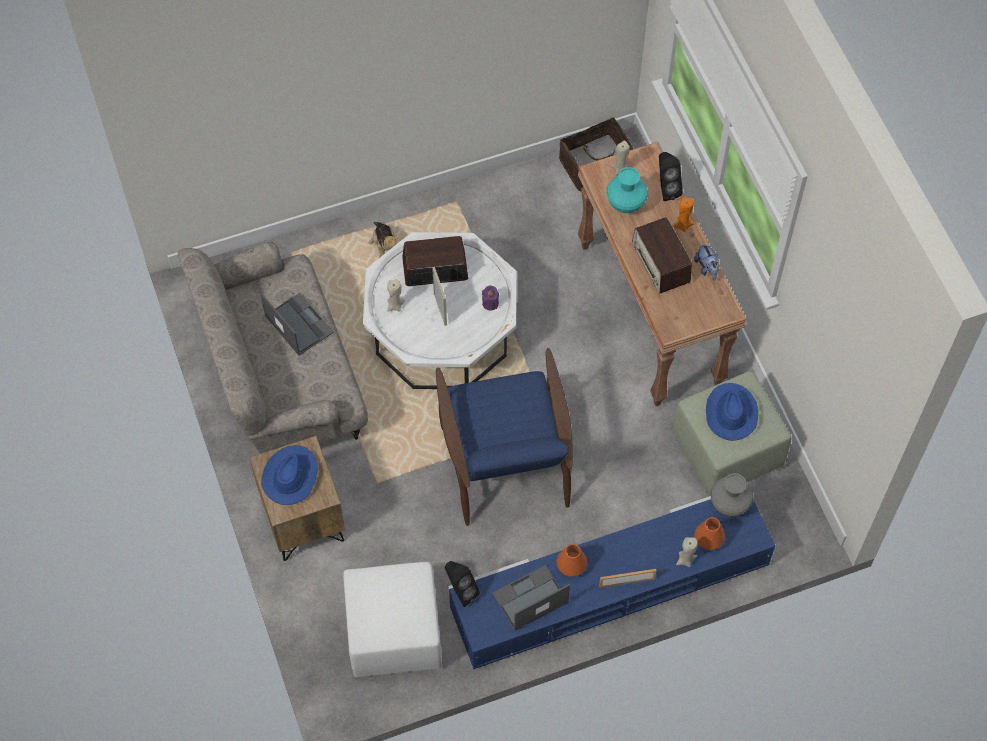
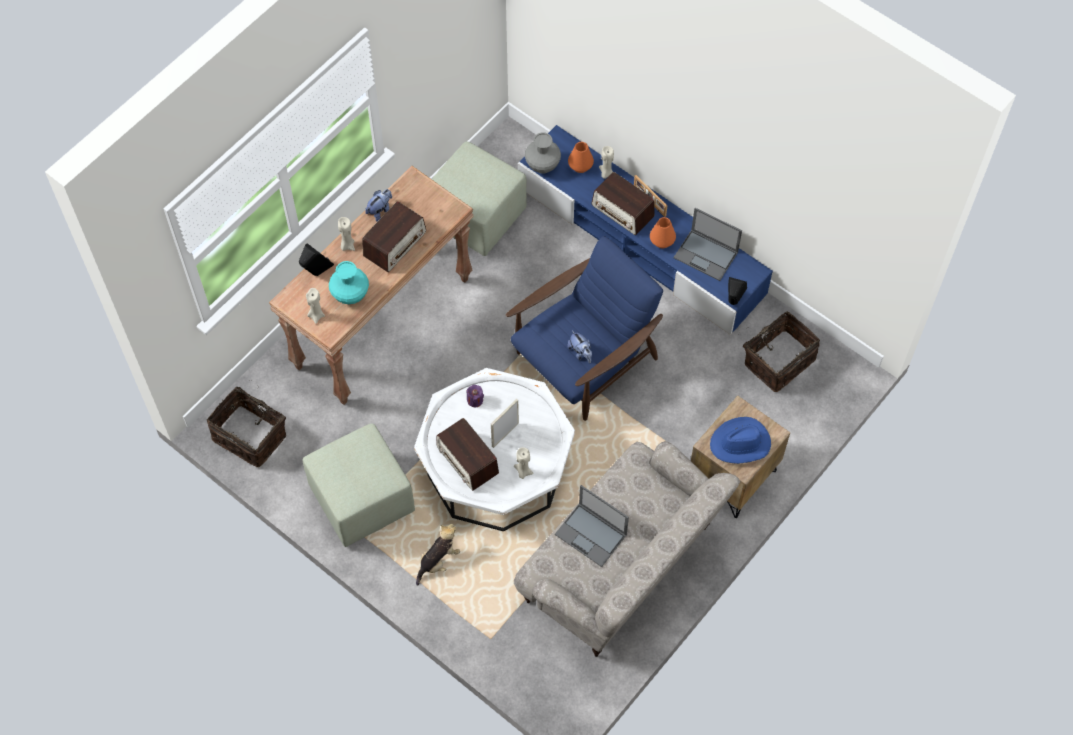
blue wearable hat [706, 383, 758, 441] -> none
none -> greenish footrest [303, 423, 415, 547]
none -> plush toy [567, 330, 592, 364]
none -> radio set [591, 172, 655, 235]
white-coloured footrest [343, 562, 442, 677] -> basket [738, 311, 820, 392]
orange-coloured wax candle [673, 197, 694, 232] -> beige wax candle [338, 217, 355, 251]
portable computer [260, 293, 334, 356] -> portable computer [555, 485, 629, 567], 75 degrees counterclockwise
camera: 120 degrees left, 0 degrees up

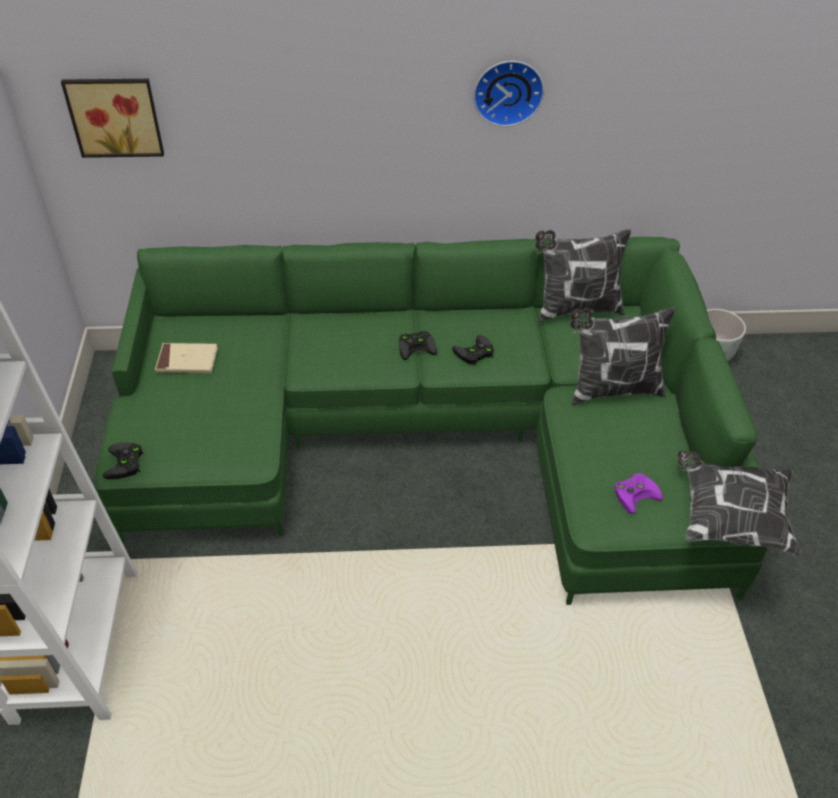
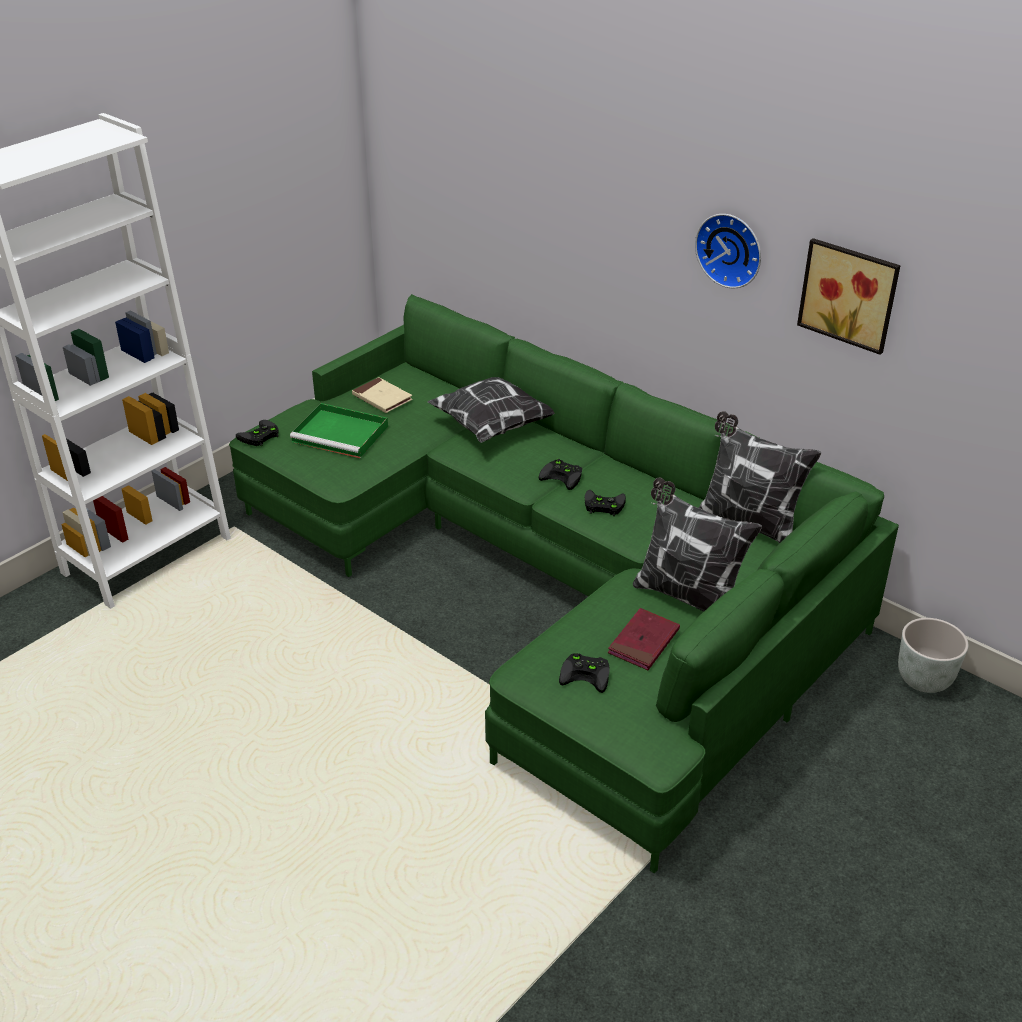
none -> greenish tray [290, 403, 388, 458]
none -> red book [608, 608, 680, 670]
wall picture [61, 79, 164, 158] -> wall picture [797, 238, 901, 355], shifted
throw pillow [677, 450, 803, 558] -> throw pillow [428, 377, 555, 443], shifted
purple joypad [615, 473, 663, 514] -> black joypad [559, 653, 610, 693]
camera: 45 degrees right, 10 degrees down

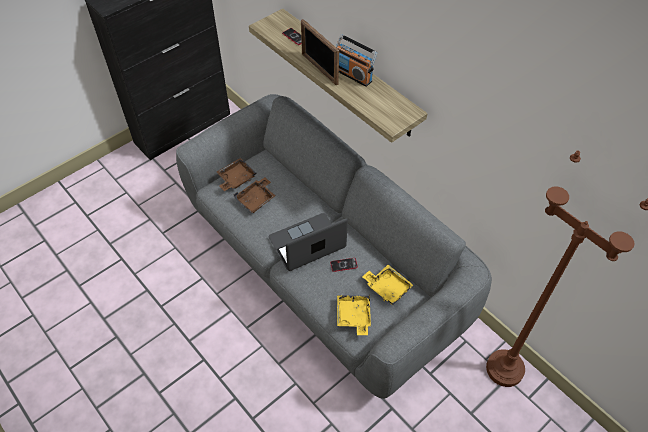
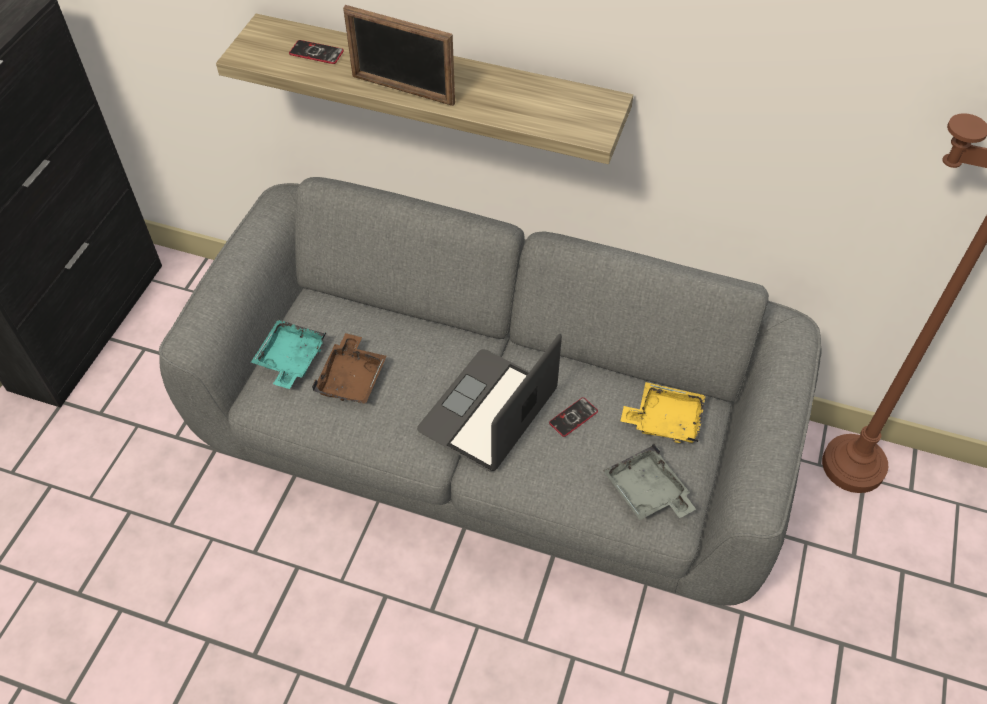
radio set [336, 35, 377, 87] -> none
brown-coloured tray [217, 158, 257, 191] -> turquoise tray [251, 320, 326, 389]
yellowish tray [337, 295, 371, 335] -> gray tray [603, 443, 696, 520]
camera: 30 degrees left, 0 degrees up

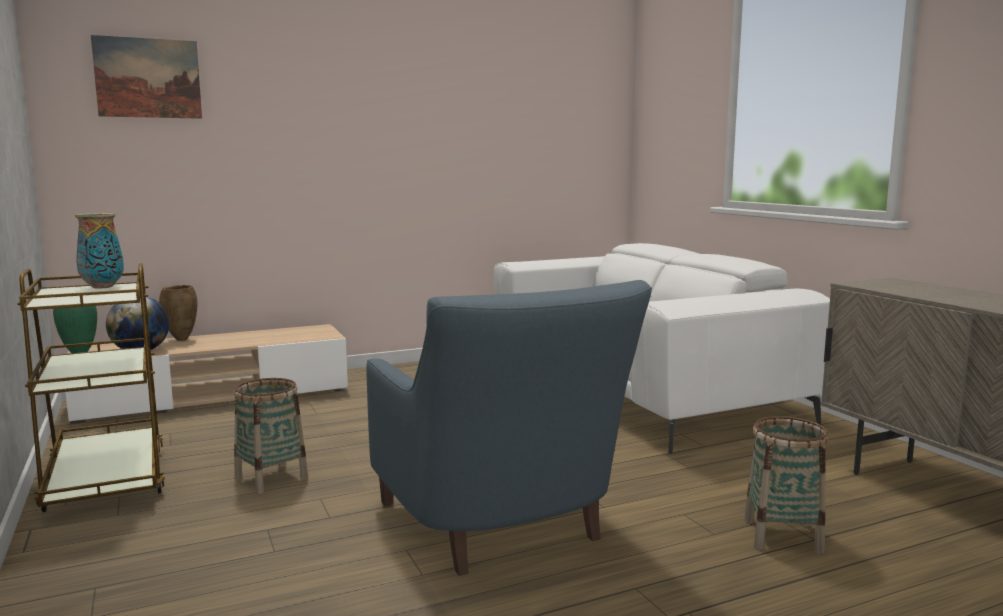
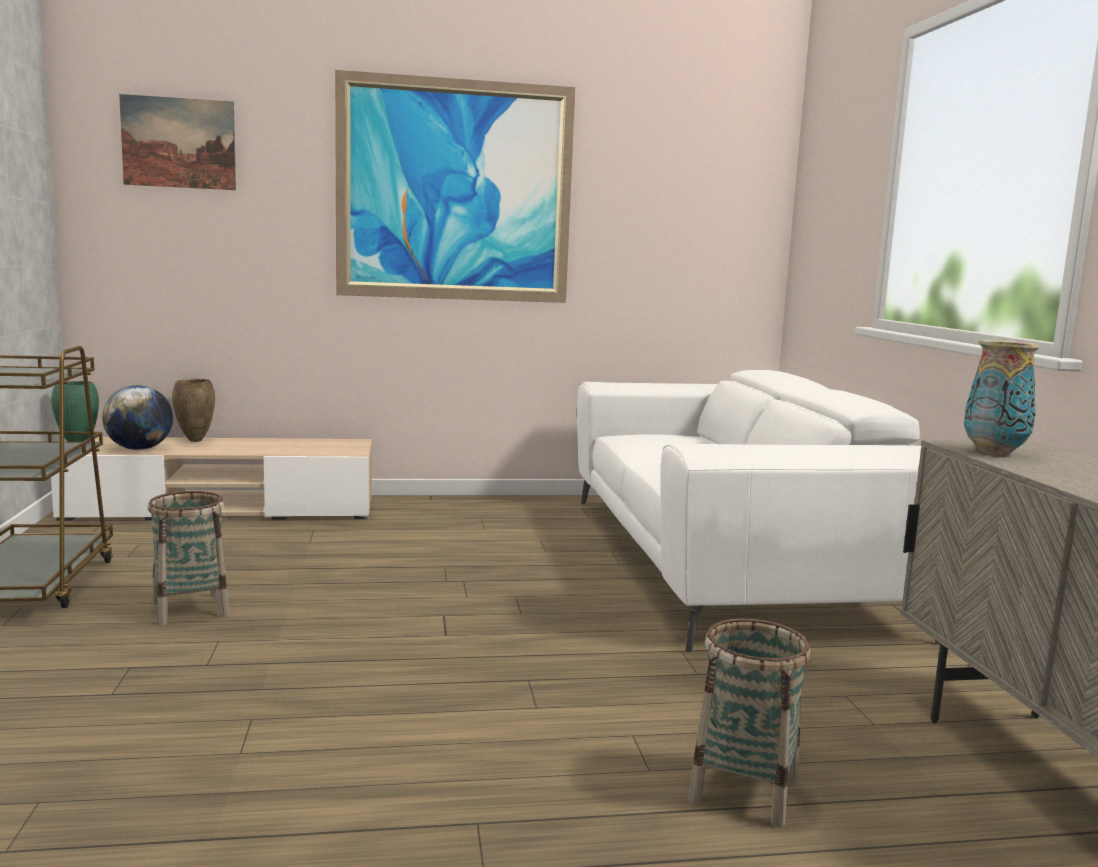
blue easy chair [366, 280, 652, 576] -> none
none -> wall picture [335, 70, 575, 303]
decorative vase [75, 213, 124, 289] -> decorative vase [964, 340, 1040, 455], shifted
camera: 15 degrees right, 0 degrees up

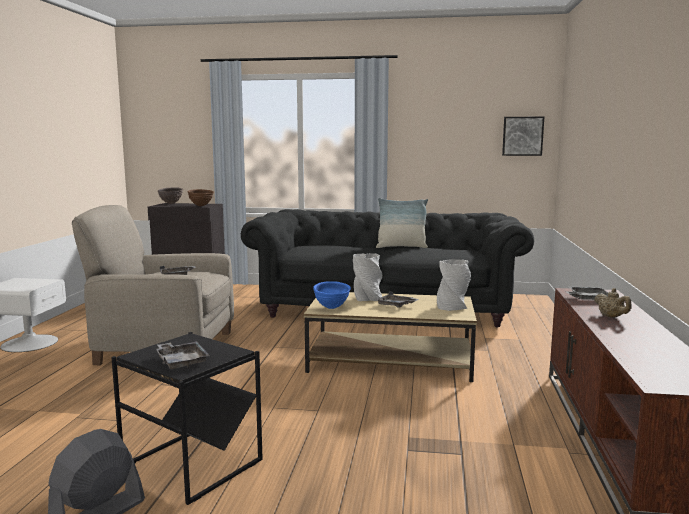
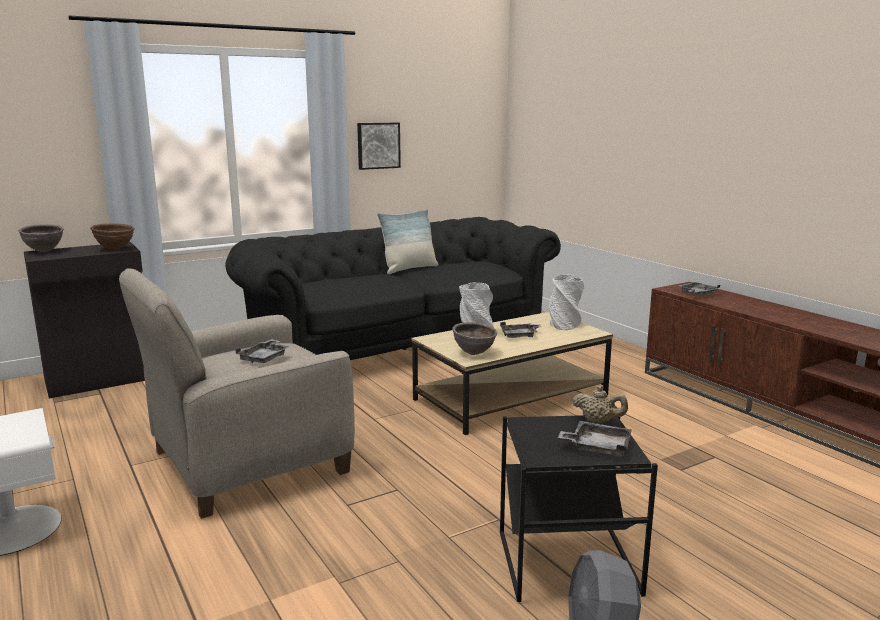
wall picture [502, 117, 544, 156] -> wall picture [357, 123, 401, 170], shifted
beige tea pot [594, 288, 631, 318] -> beige tea pot [573, 385, 628, 424], shifted
blue serving bowl [313, 281, 351, 309] -> brown-coloured serving bowl [452, 322, 497, 355]
camera: 40 degrees left, 5 degrees up

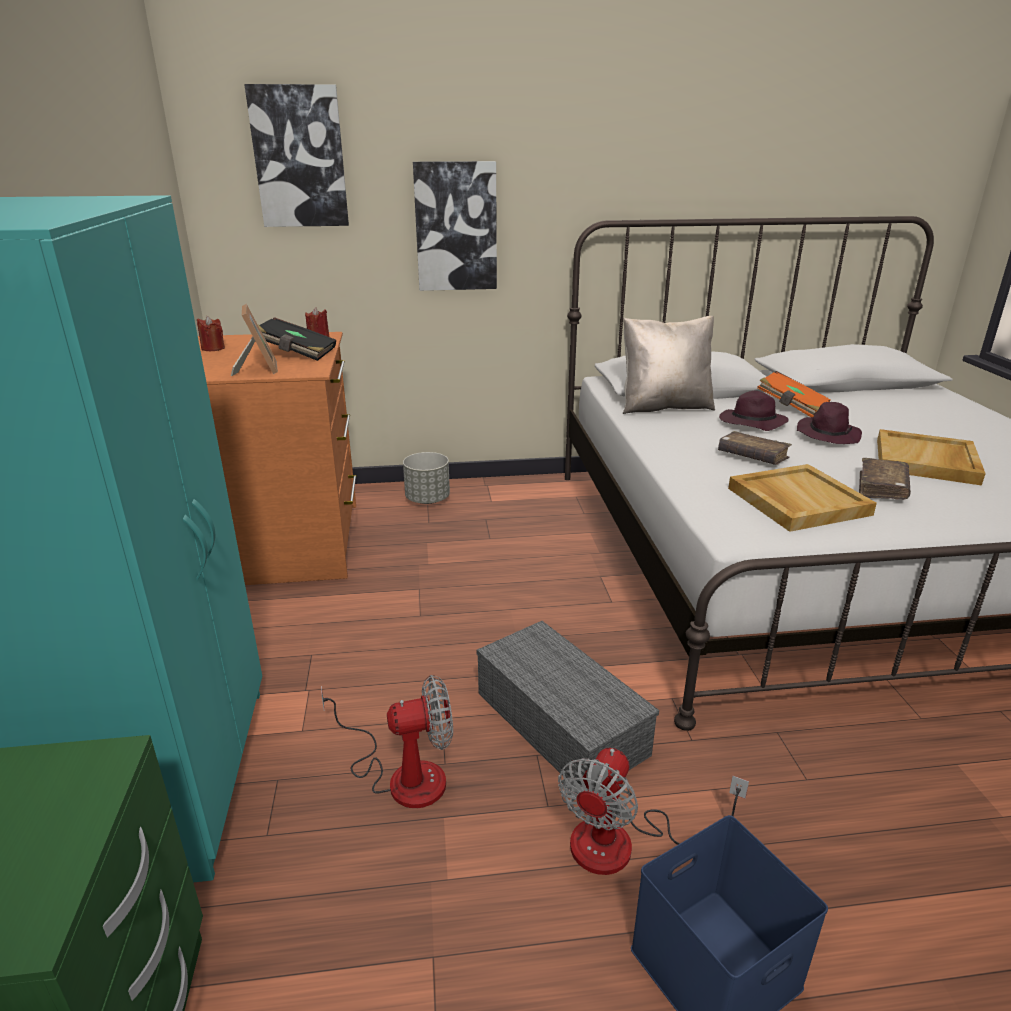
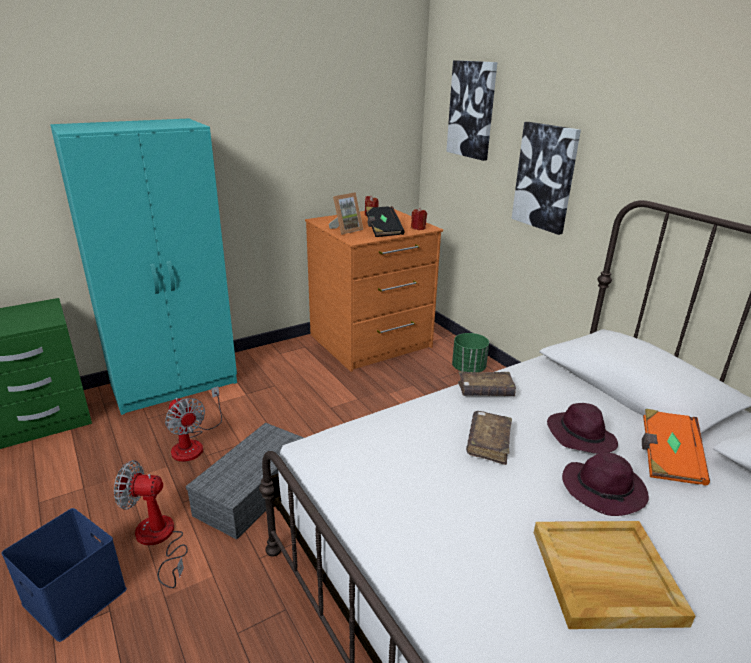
beige throw pillow [623, 316, 715, 414] -> none
beige tray [728, 464, 877, 532] -> none
brown-coloured book [859, 458, 911, 500] -> brown-coloured book [458, 371, 516, 396], shifted
gray flower pot [403, 452, 450, 504] -> greenish flower pot [452, 333, 489, 372]
camera: 65 degrees right, 0 degrees up

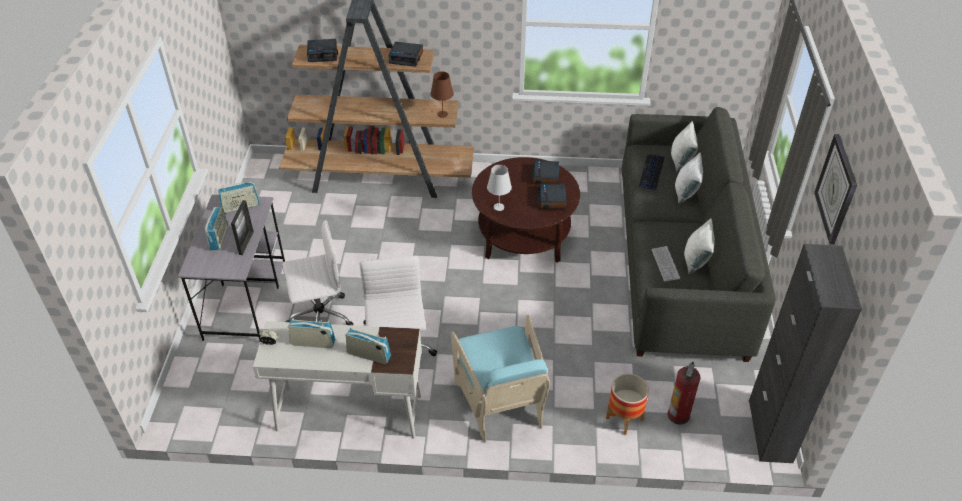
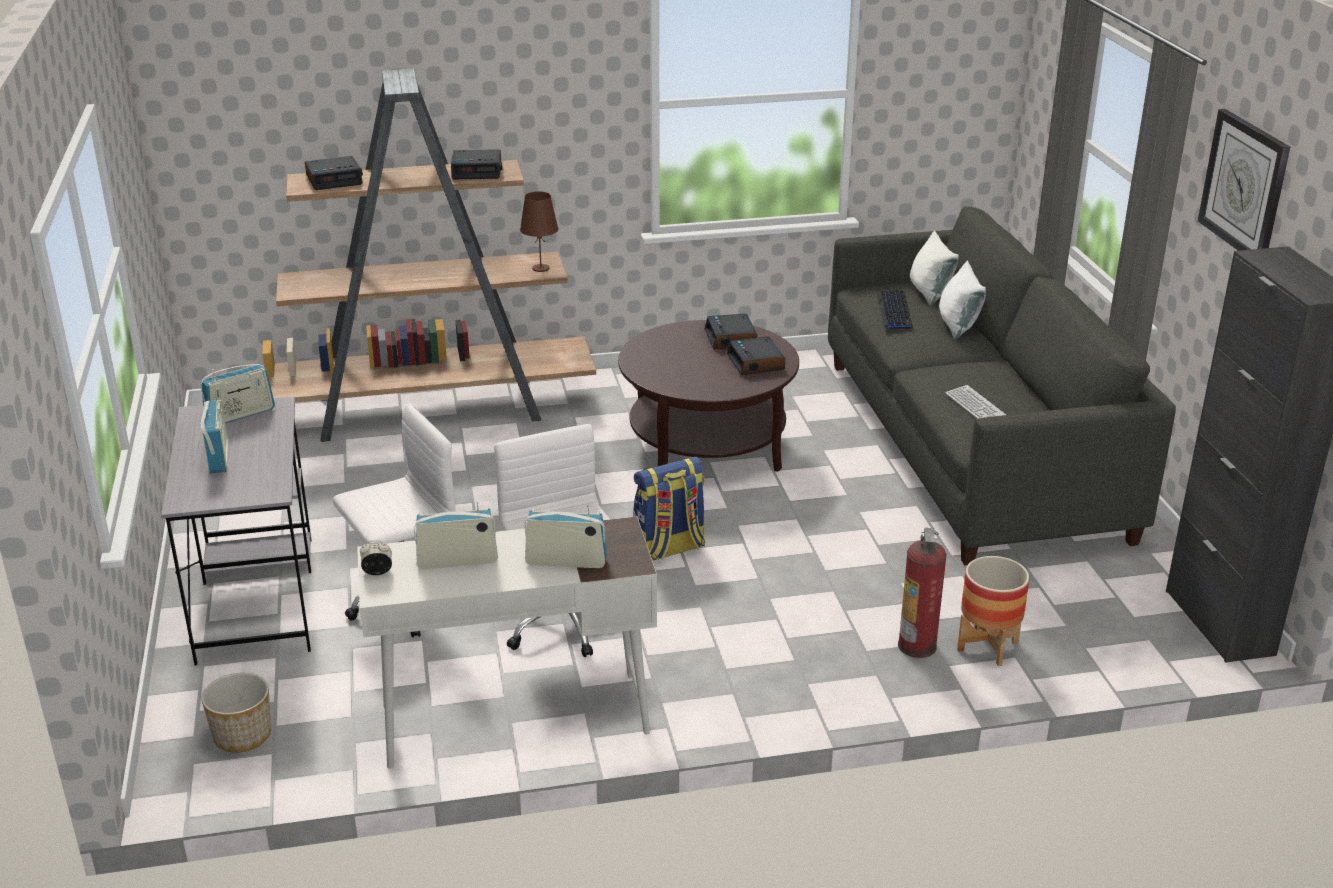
photo frame [231, 200, 254, 255] -> none
turquoise easy chair [451, 315, 550, 442] -> none
white-coloured table lamp [487, 165, 512, 211] -> none
white-coloured throw pillow [684, 218, 715, 274] -> none
none -> flower pot [201, 673, 272, 753]
none -> backpack [633, 457, 705, 561]
extinguisher [667, 362, 701, 424] -> extinguisher [898, 528, 947, 658], shifted
camera: 15 degrees left, 15 degrees down

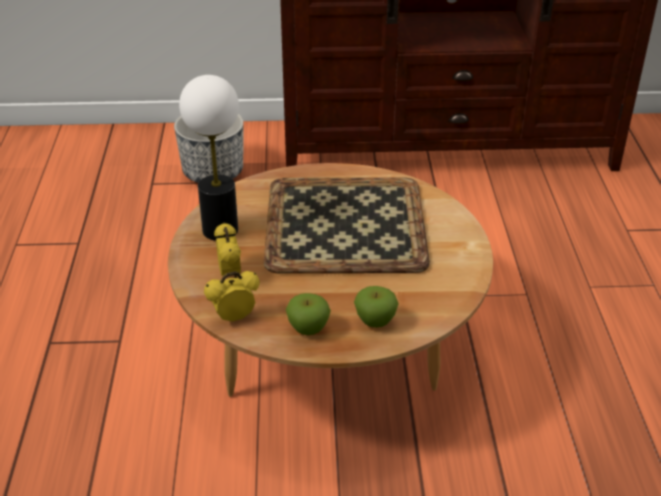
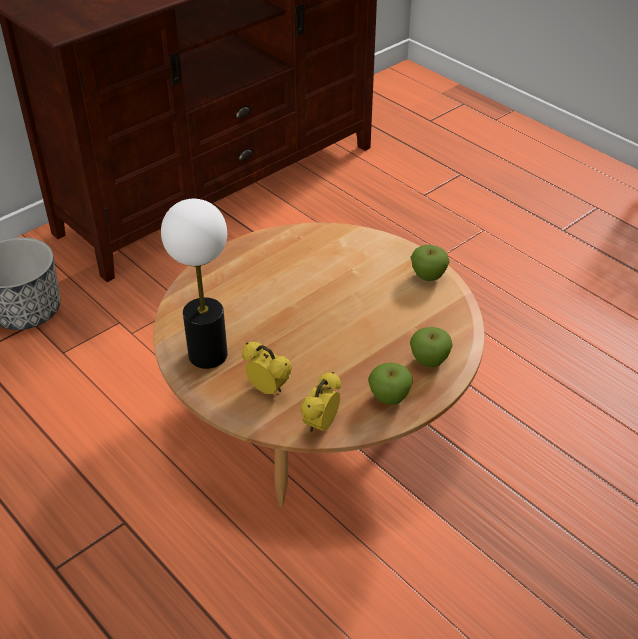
tray [264, 177, 430, 274] -> none
none -> apple [411, 245, 450, 281]
camera: 40 degrees left, 5 degrees up

